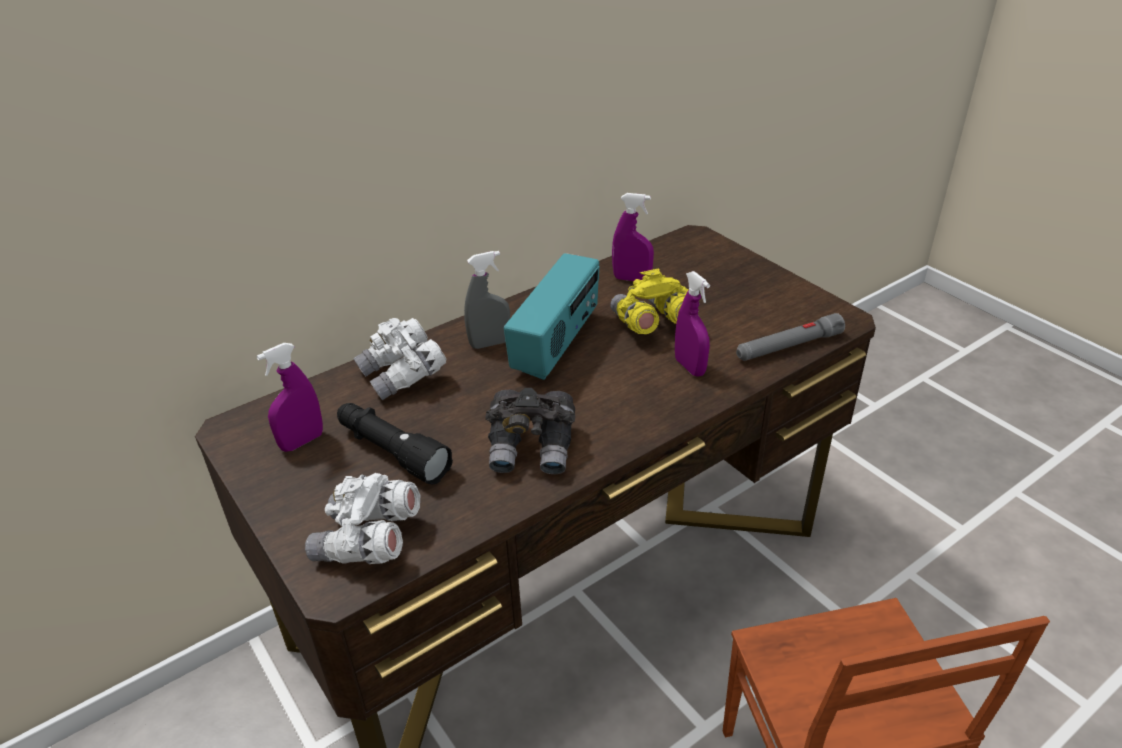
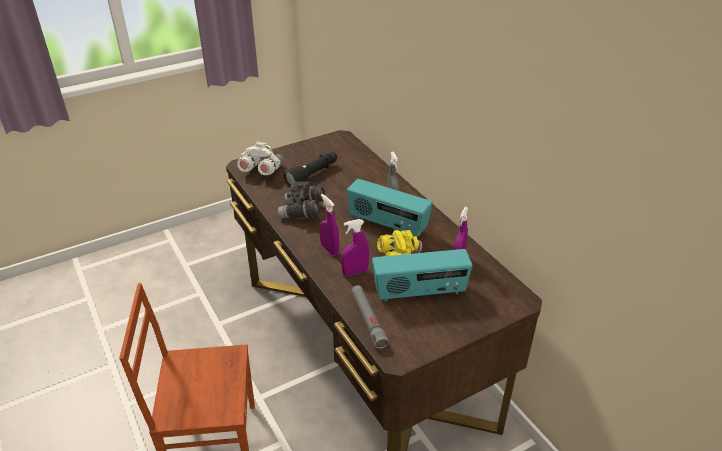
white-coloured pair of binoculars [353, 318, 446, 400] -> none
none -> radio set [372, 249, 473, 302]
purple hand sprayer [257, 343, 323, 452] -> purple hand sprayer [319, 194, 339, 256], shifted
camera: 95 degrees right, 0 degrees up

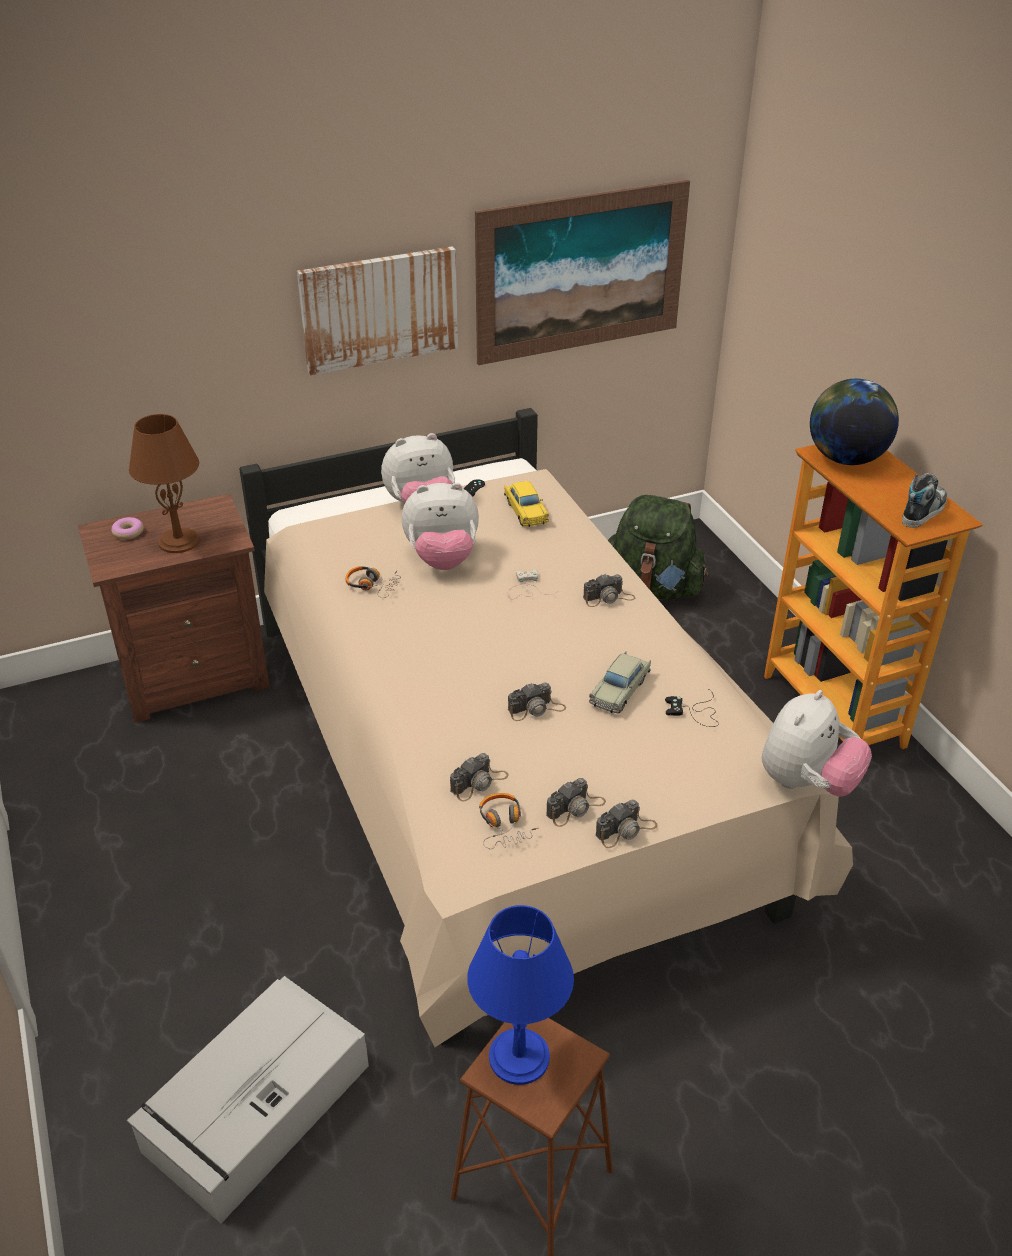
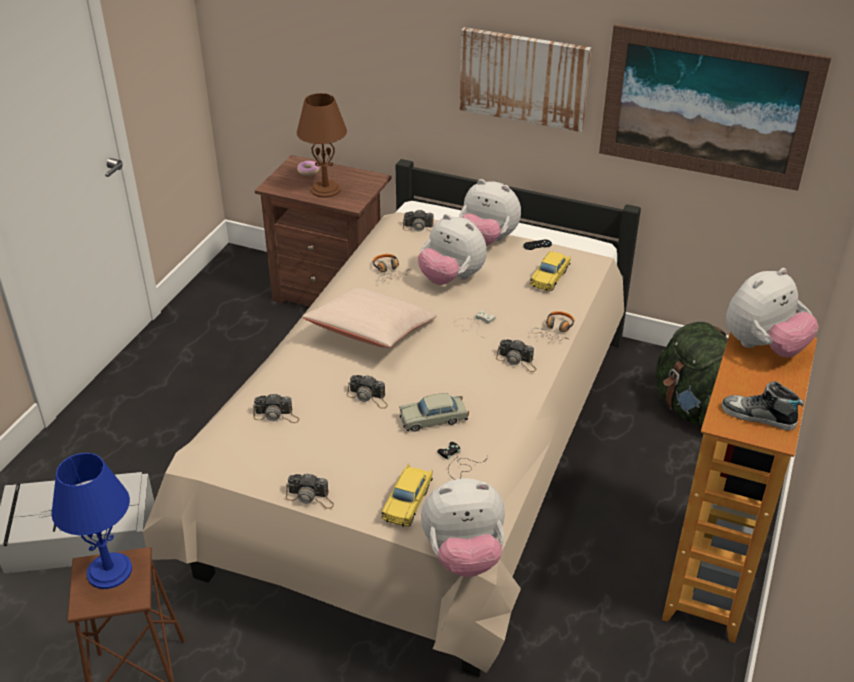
none -> beige throw pillow [302, 287, 437, 348]
none -> yellowish model car [381, 464, 433, 527]
headphones [479, 793, 539, 849] -> headphones [531, 311, 575, 341], shifted
photo camera [546, 778, 606, 827] -> photo camera [403, 209, 433, 232], shifted
desk globe [810, 379, 899, 465] -> plush toy [726, 268, 819, 357]
item of footwear [902, 473, 947, 528] -> item of footwear [721, 381, 804, 430], 150 degrees counterclockwise
camera: 45 degrees right, 0 degrees up

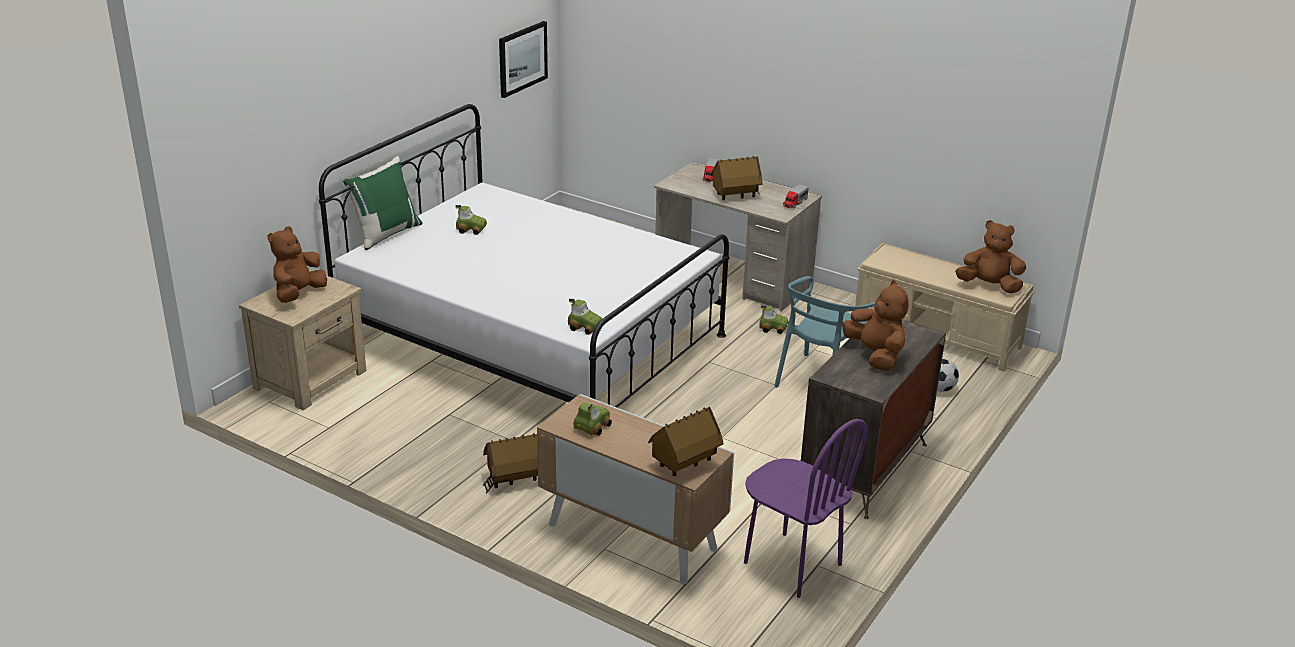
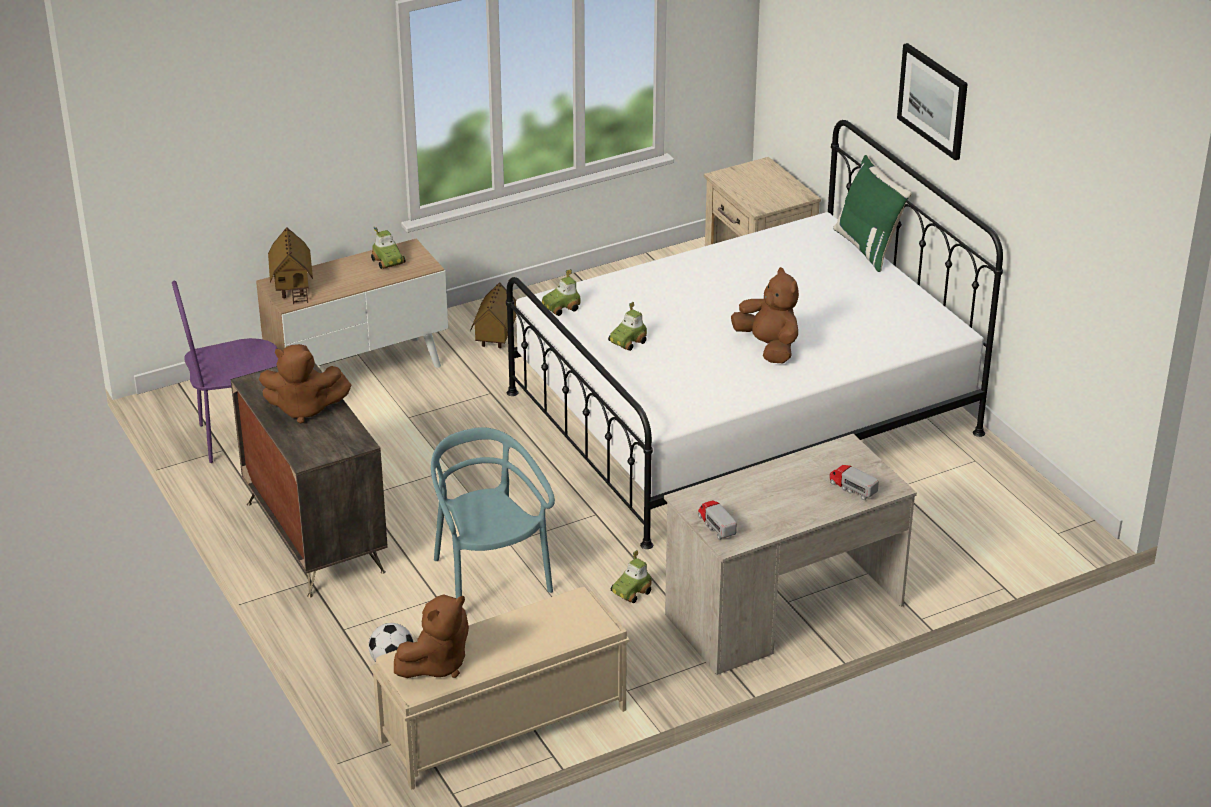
miniature house [711, 156, 763, 200] -> none
brown-coloured plush toy [267, 226, 327, 303] -> brown-coloured plush toy [731, 267, 799, 364], shifted
model car [456, 205, 487, 235] -> model car [608, 302, 647, 351], shifted
wall picture [499, 21, 548, 98] -> wall picture [897, 43, 968, 160], shifted
camera: 120 degrees right, 5 degrees up

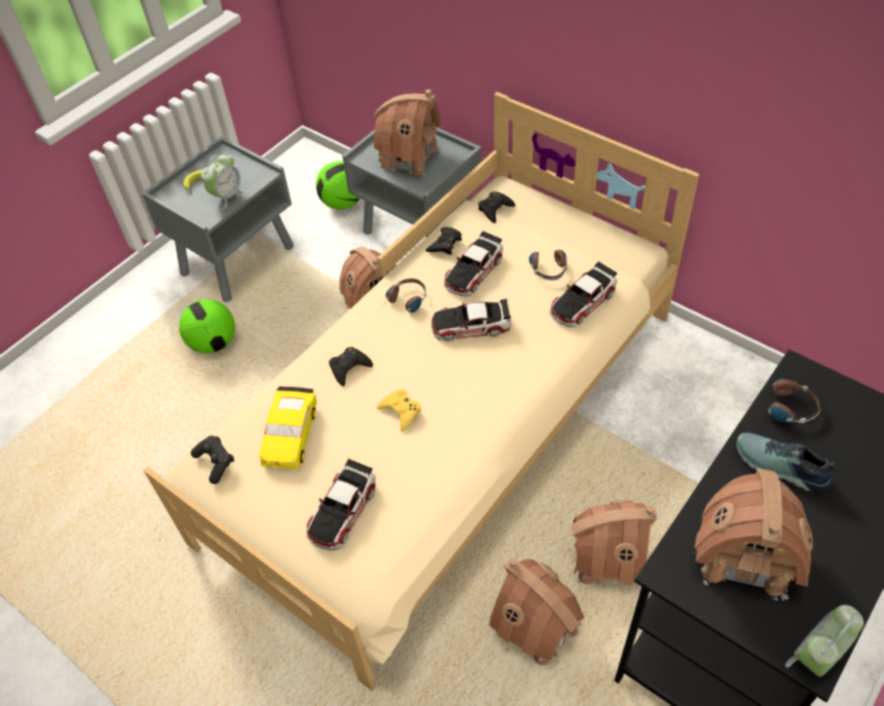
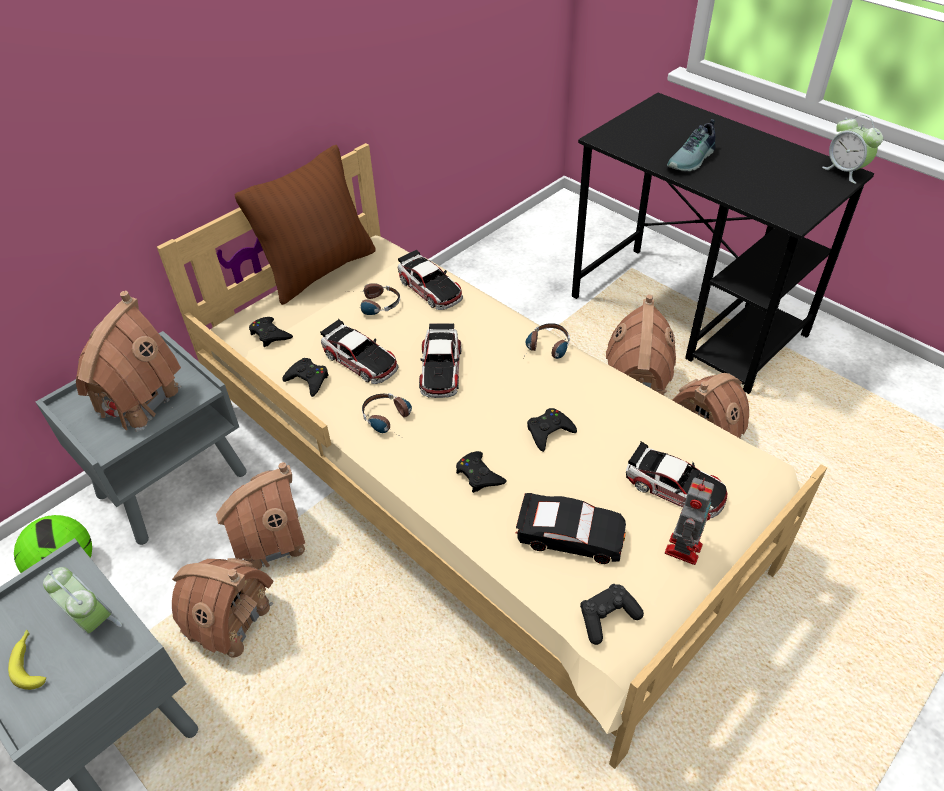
ball for football [179, 299, 235, 353] -> none
none -> brown-coloured throw pillow [234, 145, 376, 305]
none -> model robot [665, 478, 714, 565]
miniature house [693, 468, 813, 601] -> miniature house [172, 558, 274, 658], shifted
headphones [750, 379, 821, 423] -> headphones [522, 323, 570, 360], shifted
yellowish model car [259, 386, 317, 469] -> black model car [516, 493, 626, 564]
yellowish joypad [377, 389, 421, 432] -> black joypad [527, 408, 577, 452]
camera: 85 degrees left, 5 degrees down

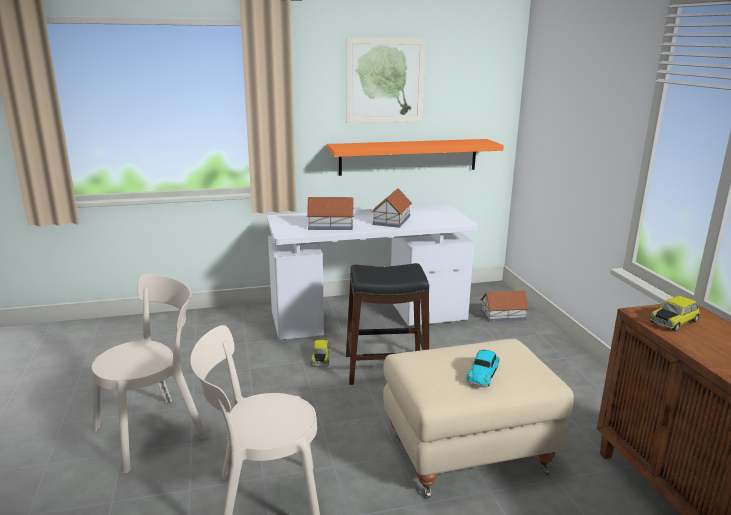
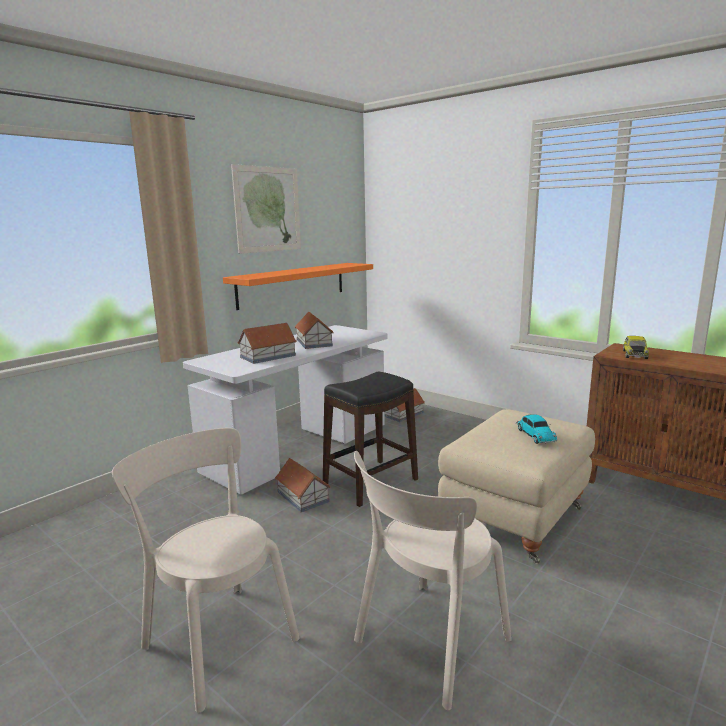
model car [310, 340, 331, 366] -> miniature house [275, 458, 331, 512]
beige plain chair [92, 274, 207, 473] -> beige plain chair [112, 428, 299, 713], 60 degrees counterclockwise
camera: 35 degrees left, 5 degrees down

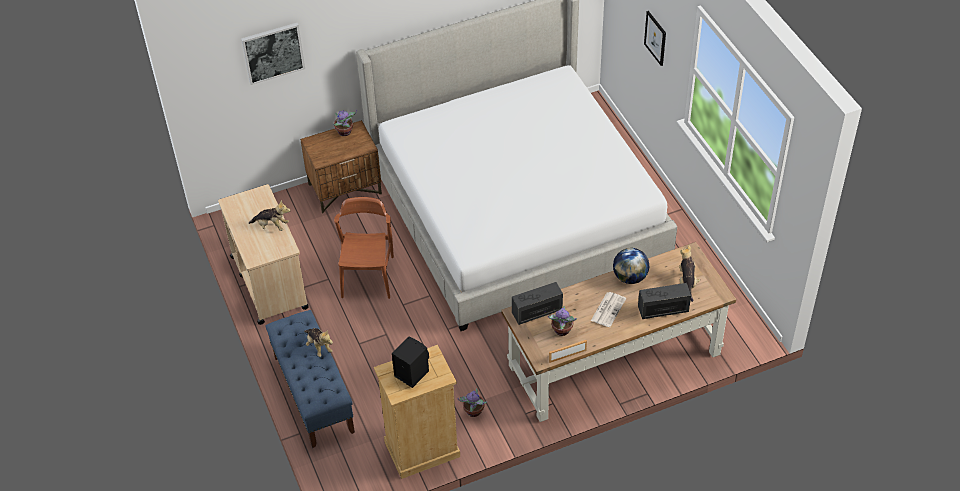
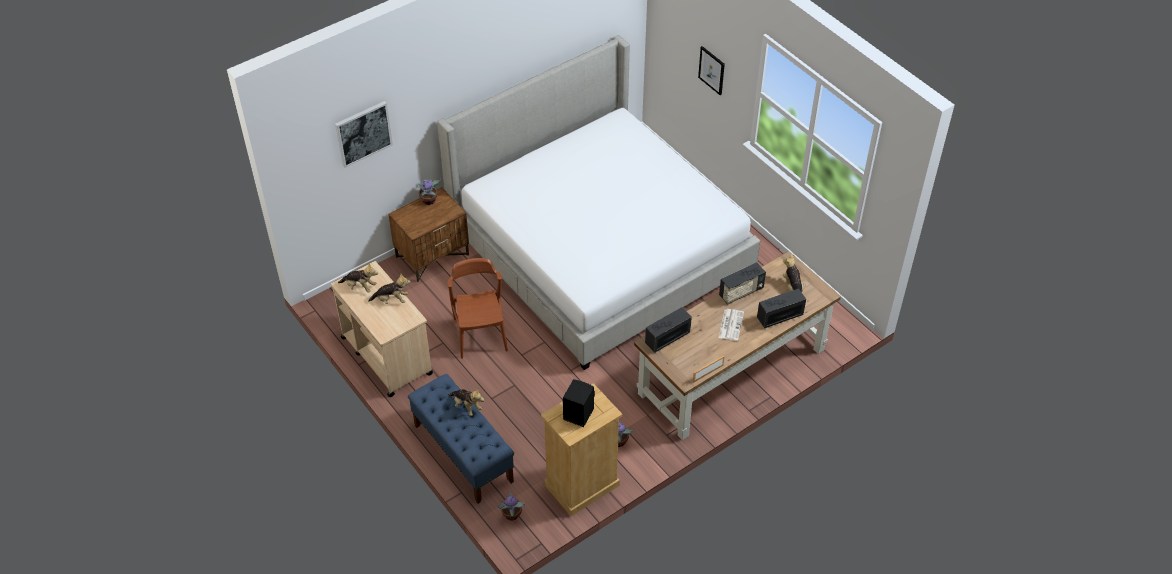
none -> plush toy [338, 263, 378, 292]
potted plant [548, 306, 577, 336] -> potted plant [498, 492, 525, 521], shifted
desk globe [613, 248, 649, 284] -> radio set [719, 262, 766, 304]
camera: 15 degrees left, 0 degrees up

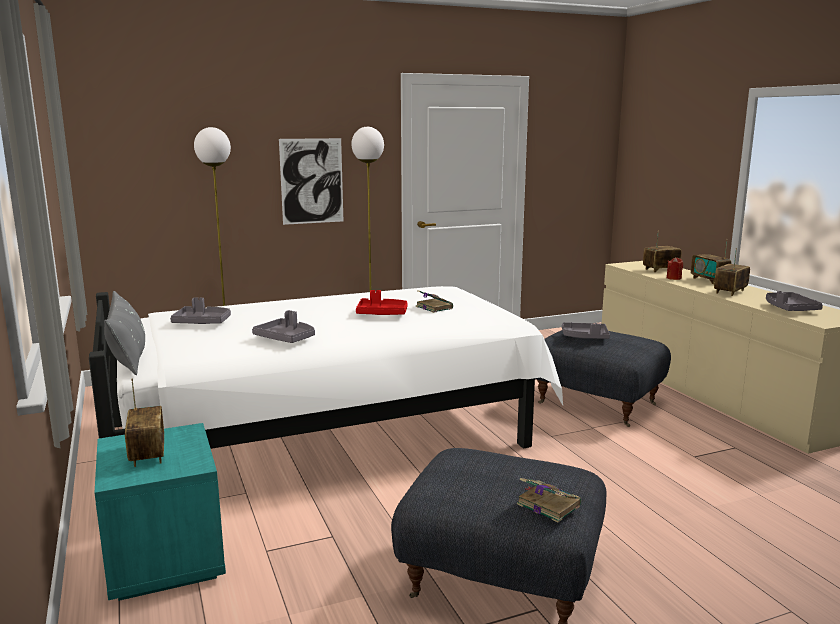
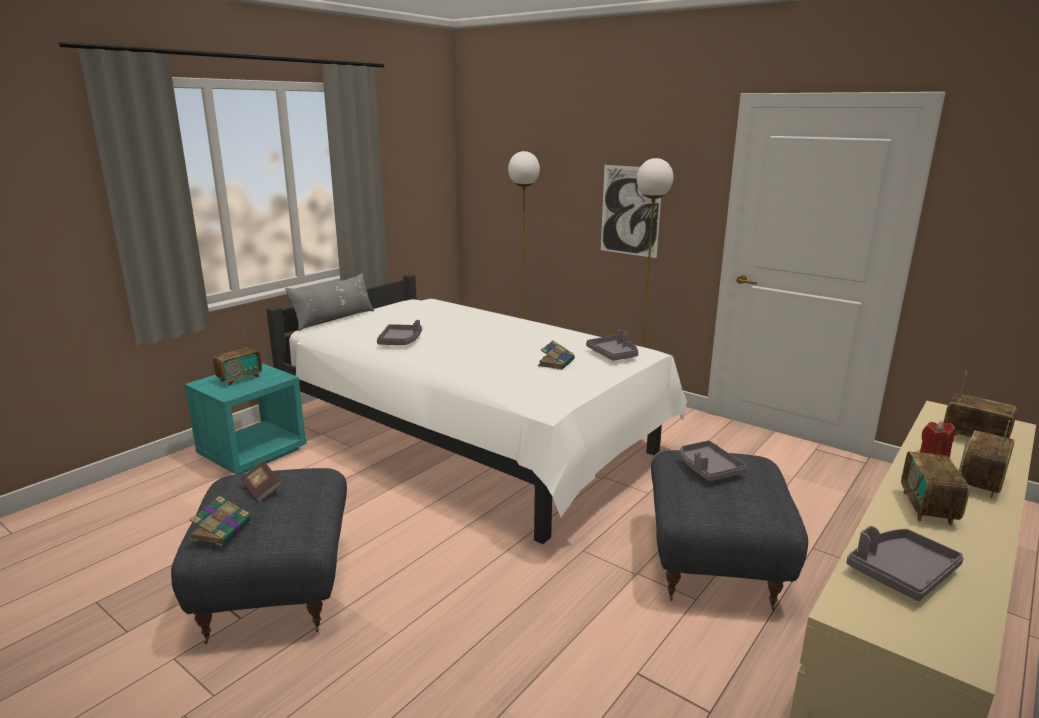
red tray [356, 290, 408, 315] -> none
none -> book [241, 461, 282, 502]
gray tray [170, 298, 231, 324] -> gray tray [586, 330, 638, 361], shifted
radio set [714, 248, 750, 296] -> radio set [901, 443, 970, 526], 90 degrees counterclockwise
camera: 60 degrees right, 5 degrees up

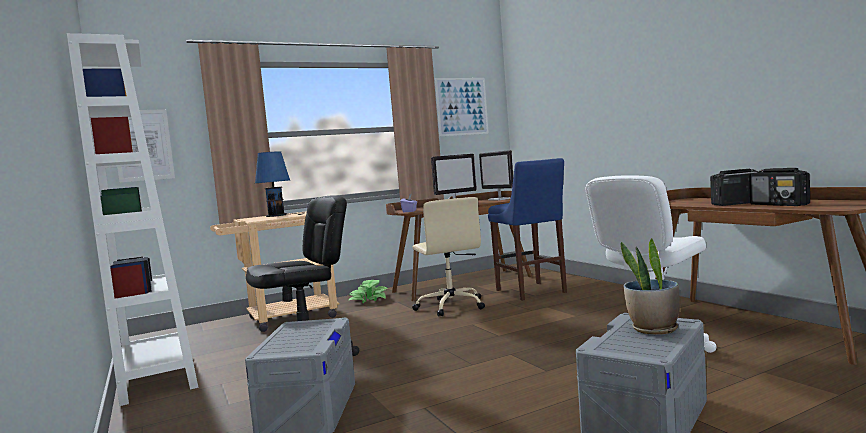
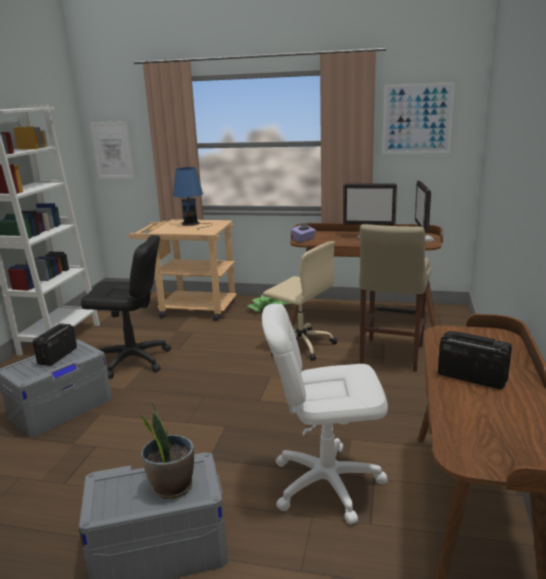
radio set [749, 168, 810, 206] -> radio set [33, 323, 77, 366], shifted
blue sitting stool [488, 158, 567, 301] -> beige sitting stool [359, 224, 431, 372]
beige desk chair [412, 197, 485, 317] -> beige desk chair [263, 241, 337, 361], 75 degrees counterclockwise
camera: 40 degrees right, 15 degrees up

